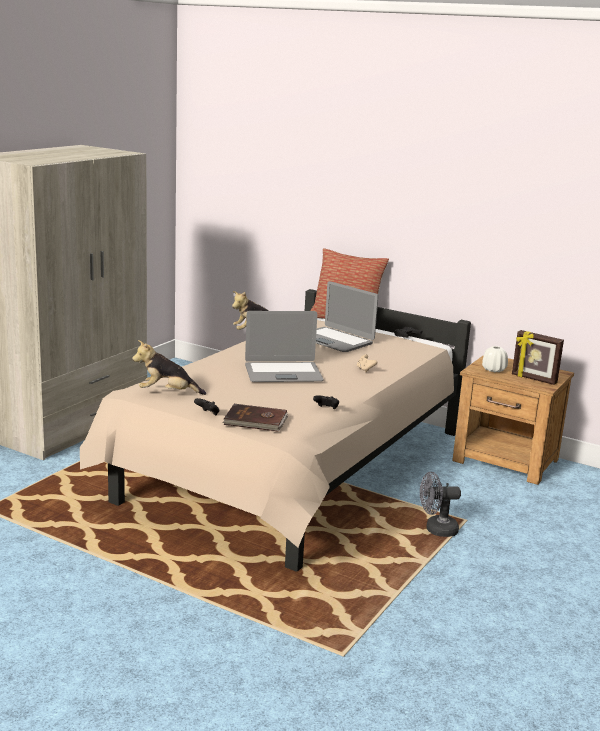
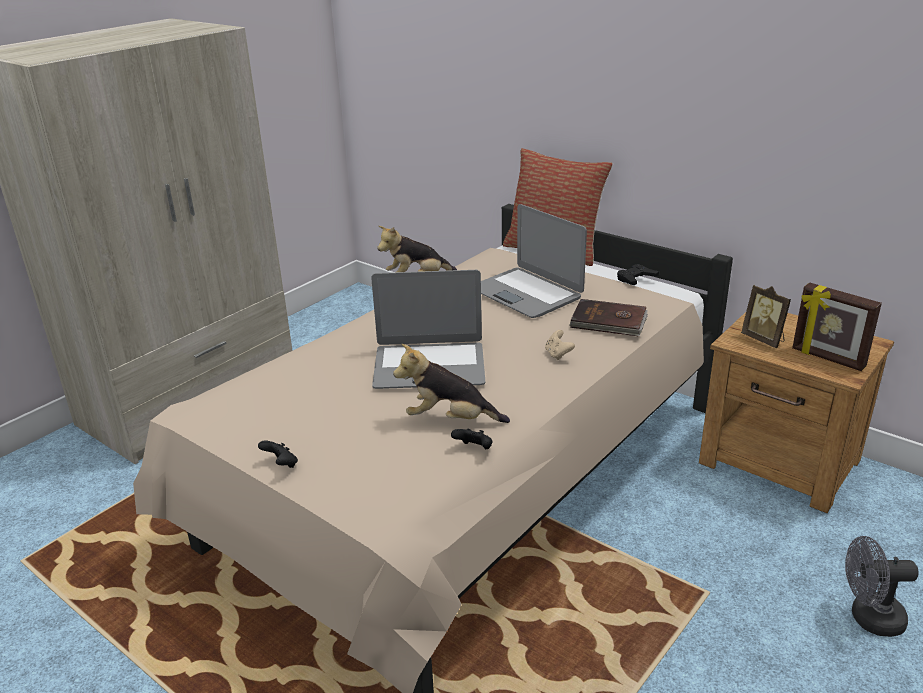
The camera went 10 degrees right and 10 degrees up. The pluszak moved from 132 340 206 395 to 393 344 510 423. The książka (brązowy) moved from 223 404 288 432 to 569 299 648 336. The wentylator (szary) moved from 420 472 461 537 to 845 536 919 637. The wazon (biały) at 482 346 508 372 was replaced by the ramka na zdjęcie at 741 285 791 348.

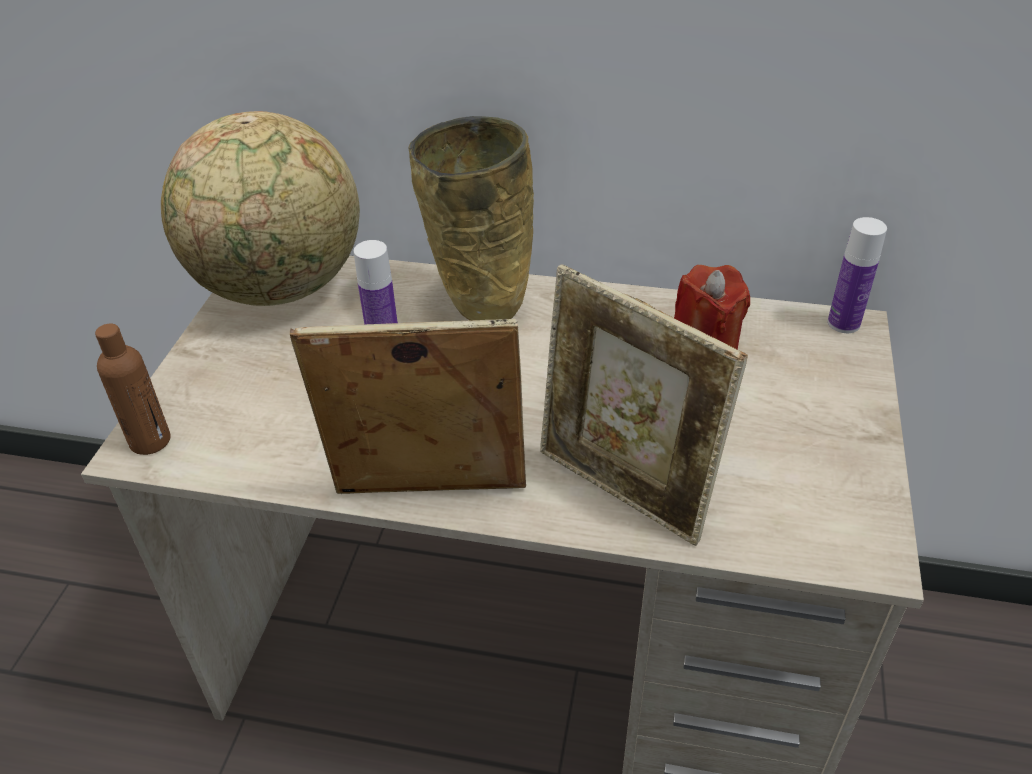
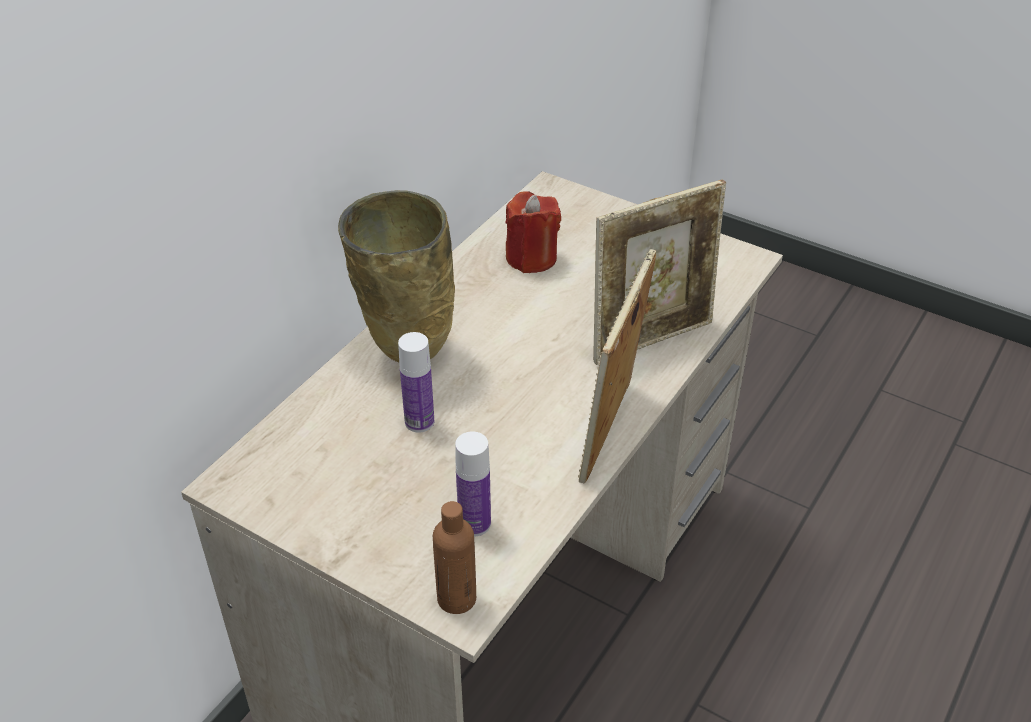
The camera went 70 degrees left and 0 degrees up. The globus at 161 111 360 306 disappeared. The butelka moved from 828 217 887 333 to 455 432 491 536.

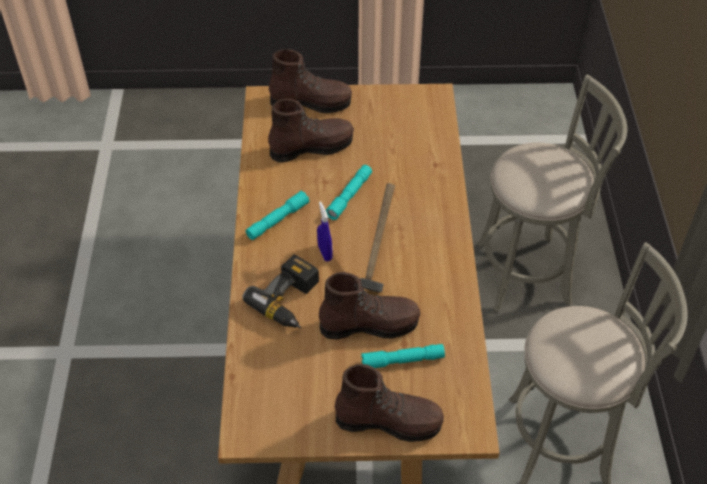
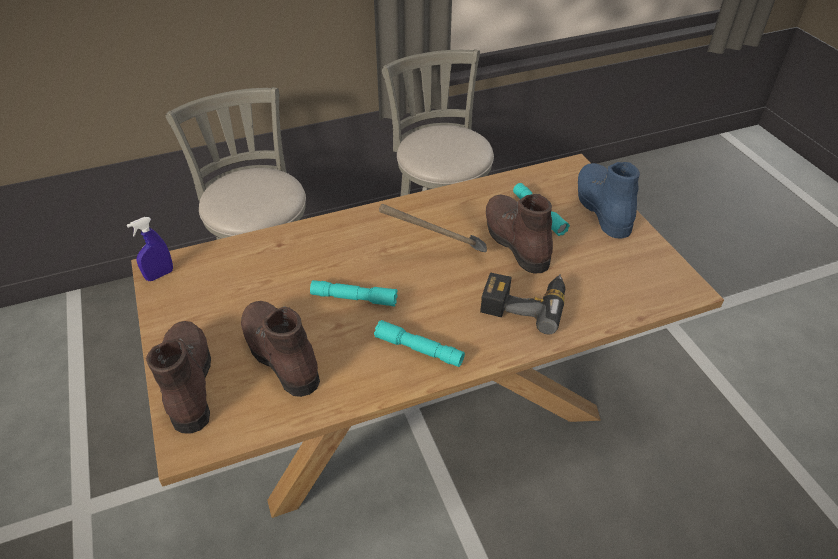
The camera went 110 degrees left and 5 degrees down. The spryskiwacz (niebieski) moved from 317 202 333 261 to 127 217 173 281. The but z cholewką (brązowy) at 335 364 444 442 became the but z cholewką (niebieski) at 578 162 640 239.

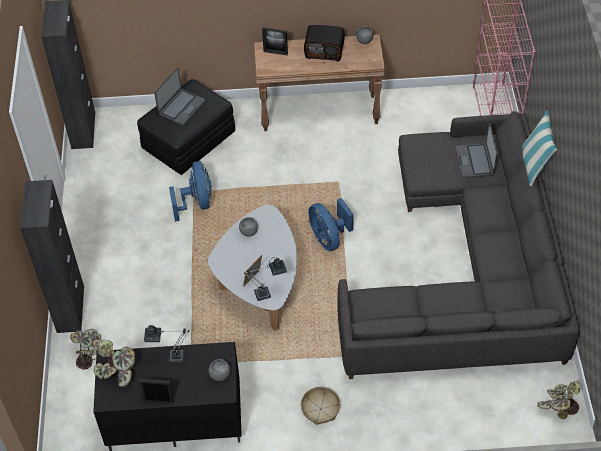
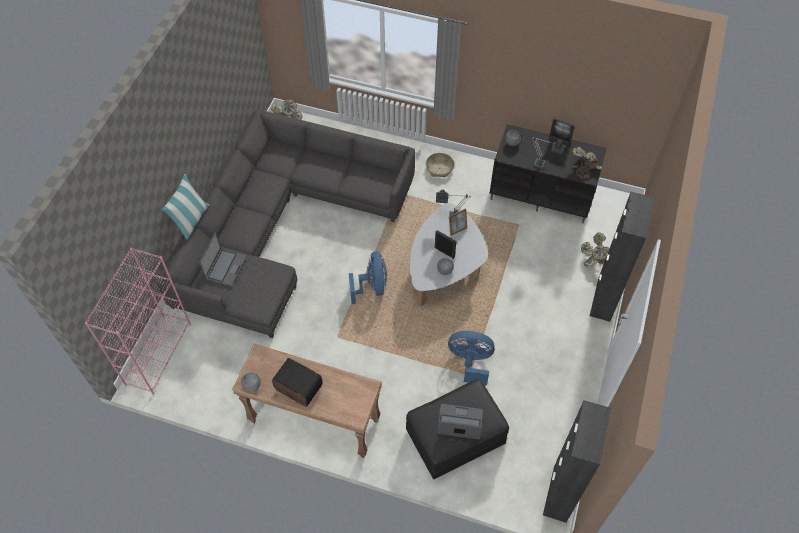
The camera went 160 degrees left and 5 degrees up. The ramka na zdjęcie moved from 262 28 288 55 to 435 230 456 259. The laptop at 154 68 205 125 turned 45 degrees clockwise. The wentylator (niebieski) at 169 161 212 222 turned 90 degrees clockwise.

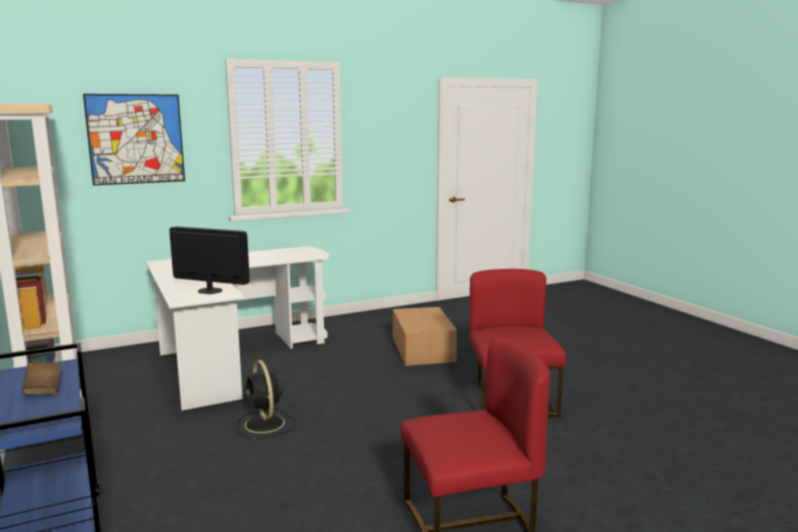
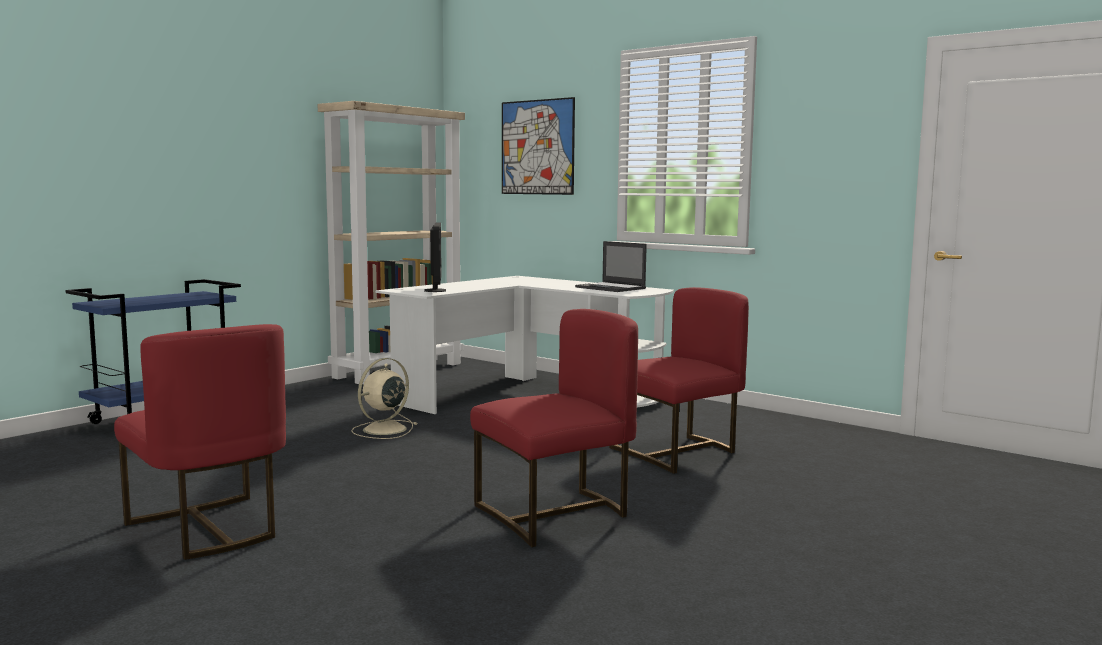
The camera went 65 degrees right and 5 degrees down. The książka (brązowy) at 22 362 61 395 disappeared. The laptop at 575 241 647 292 appeared. The karton at 393 307 457 366 was replaced by the krzesło (czerwony) at 609 287 749 474. The wentylator (czarny) at 236 360 296 439 became the wentylator (beżowy) at 351 358 418 439.

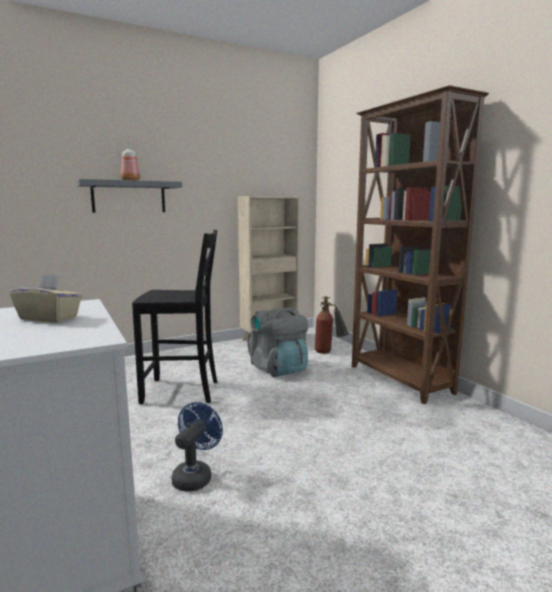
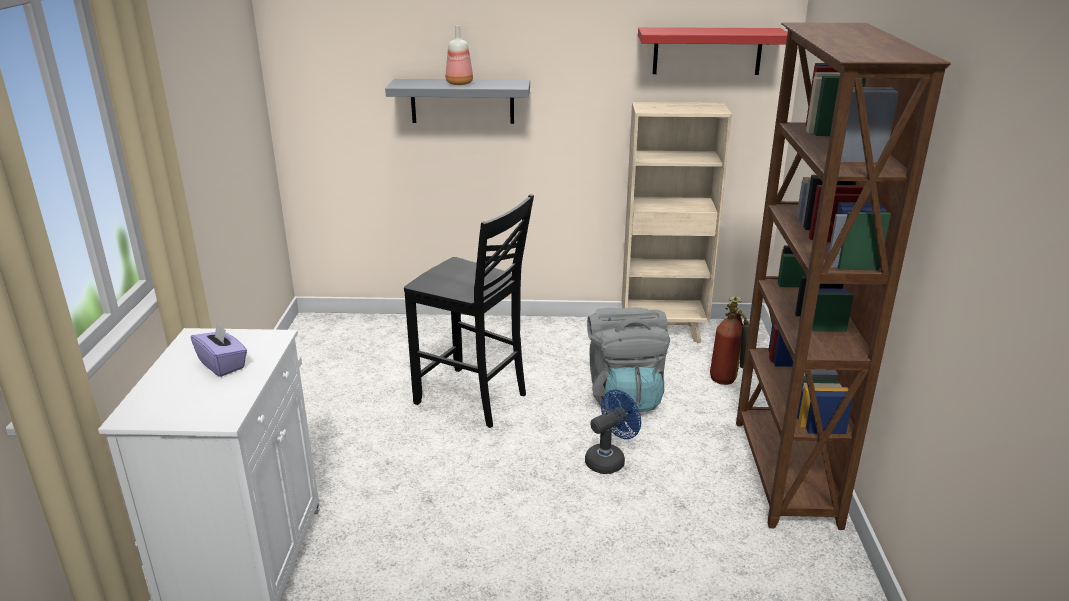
The camera went 30 degrees right and 15 degrees up. The półka (czerwony) at 638 27 788 75 appeared. The wentylator (niebieski) moved from 171 402 223 491 to 585 390 641 474. The pudełko chusteczek (beżowy) at 10 274 82 323 became the pudełko chusteczek (fioletowy) at 191 323 247 377.

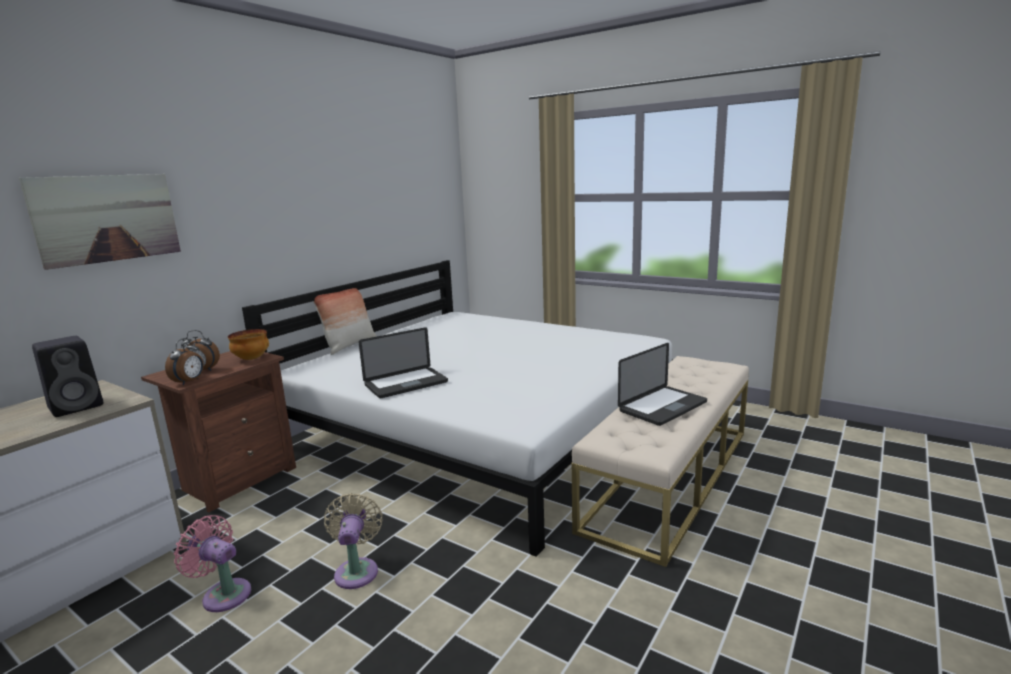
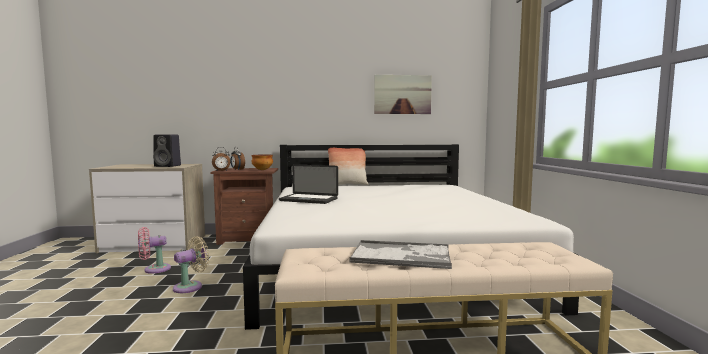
The camera went 50 degrees right and 10 degrees down. The obraz moved from 19 174 181 270 to 374 75 432 114. The laptop at 618 343 707 426 was replaced by the taca at 349 240 452 269. The wentylator (różowy) at 174 515 251 612 turned 105 degrees counterclockwise.

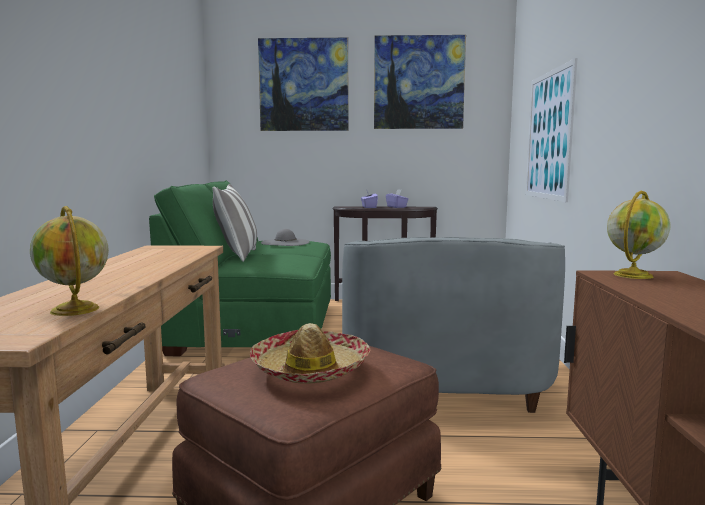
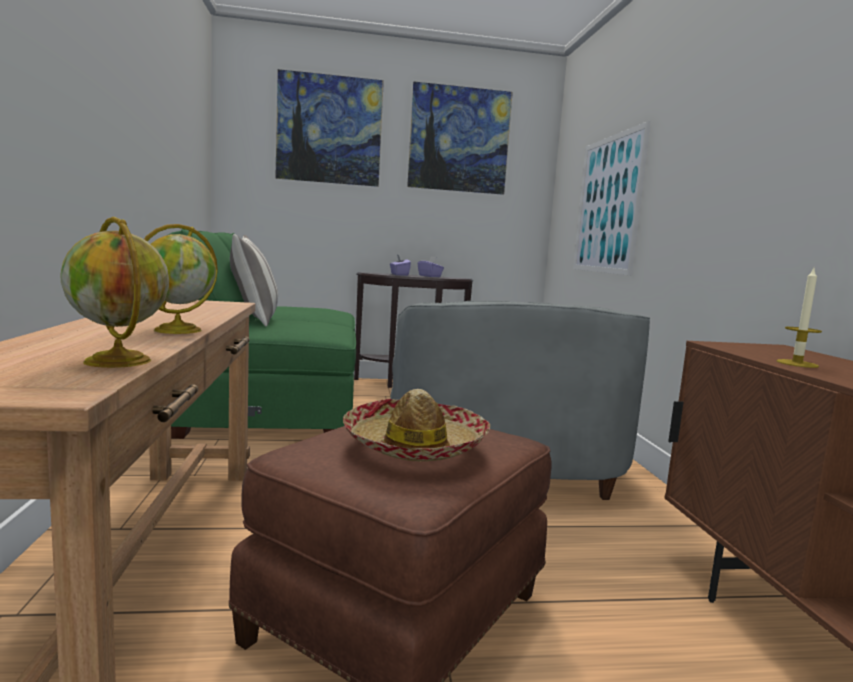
The camera went 10 degrees left and 0 degrees up. The kapelusz (szary) at 261 229 310 246 disappeared. The świeca at 776 268 822 368 appeared. The globus moved from 607 191 671 279 to 144 224 218 334.

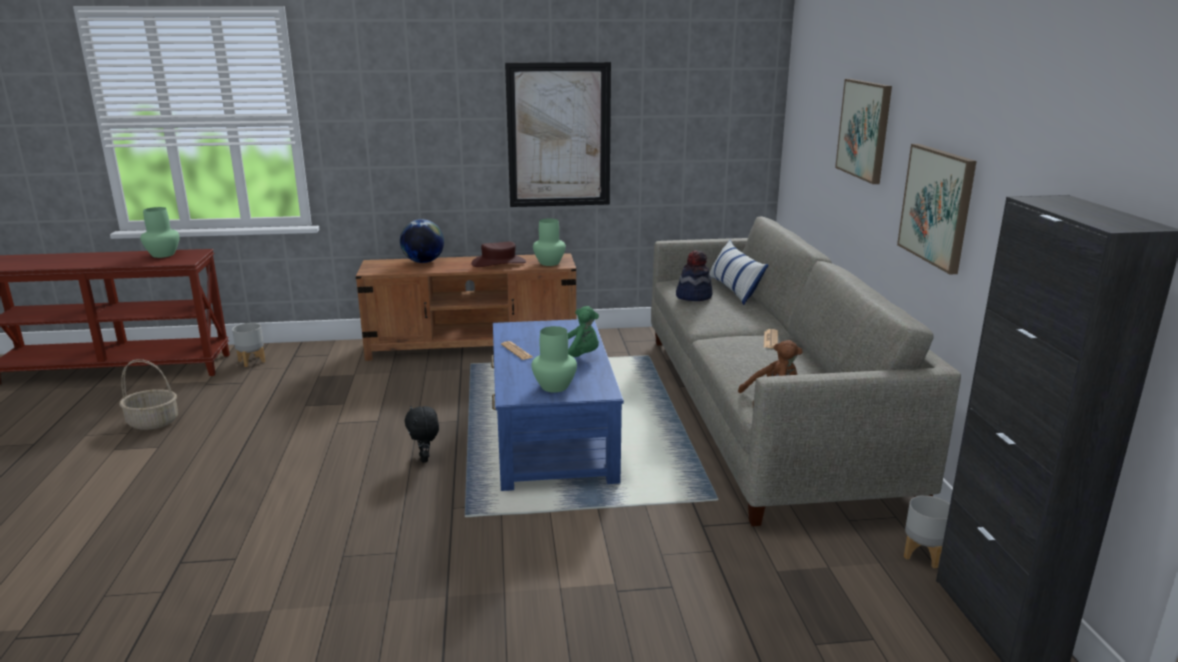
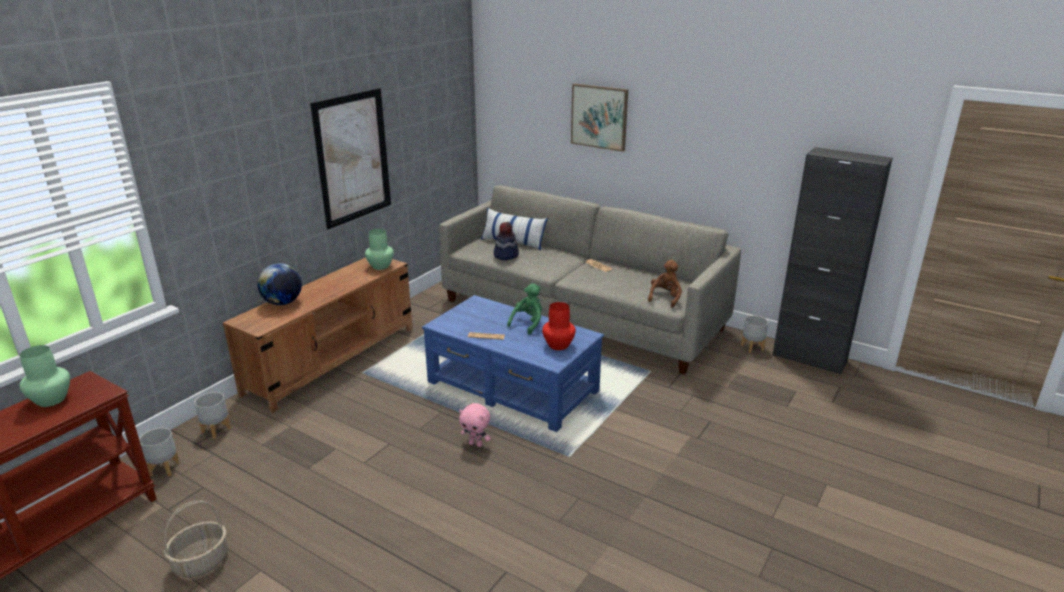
The camera went 50 degrees left and 5 degrees up. The kapelusz (brązowy) at 471 242 526 267 disappeared. The obraz at 897 144 977 274 disappeared. The donica (szary) at 194 392 231 439 appeared. The pluszak (czarny) at 405 406 439 463 became the pluszak (różowy) at 459 403 491 447. The wazon (zielony) at 532 326 577 392 became the wazon (czerwony) at 542 302 576 350.

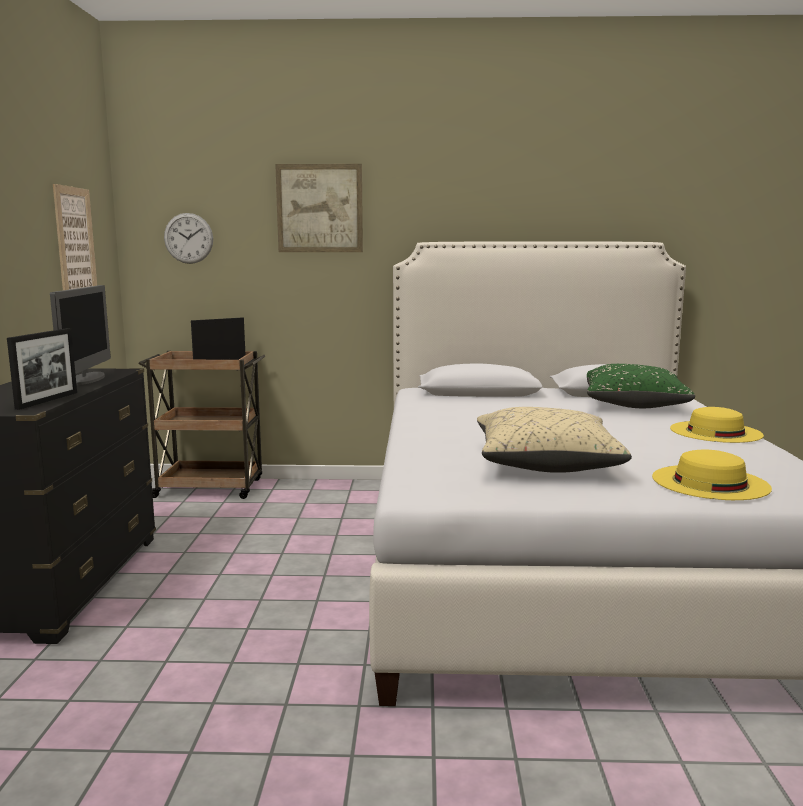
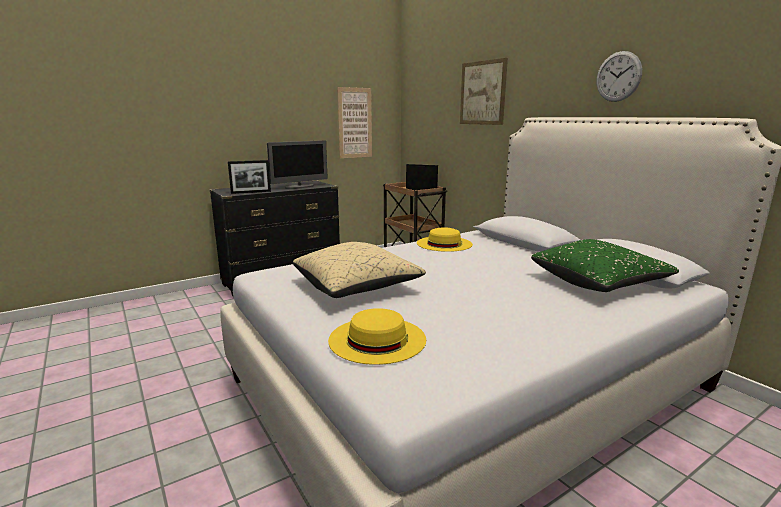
The camera went 55 degrees right and 5 degrees up. The zegar ścienny moved from 164 213 213 264 to 596 51 642 102. The kapelusz (żółty) moved from 670 407 764 443 to 417 227 473 252.

